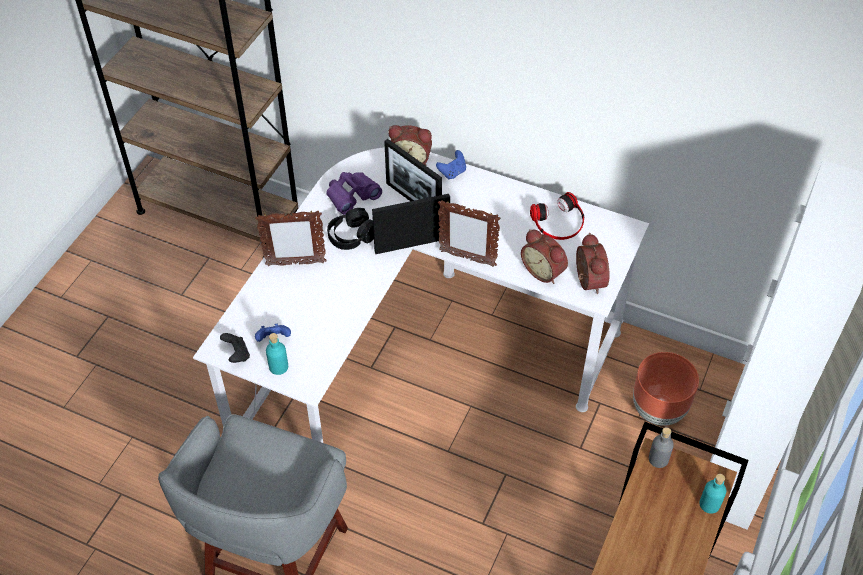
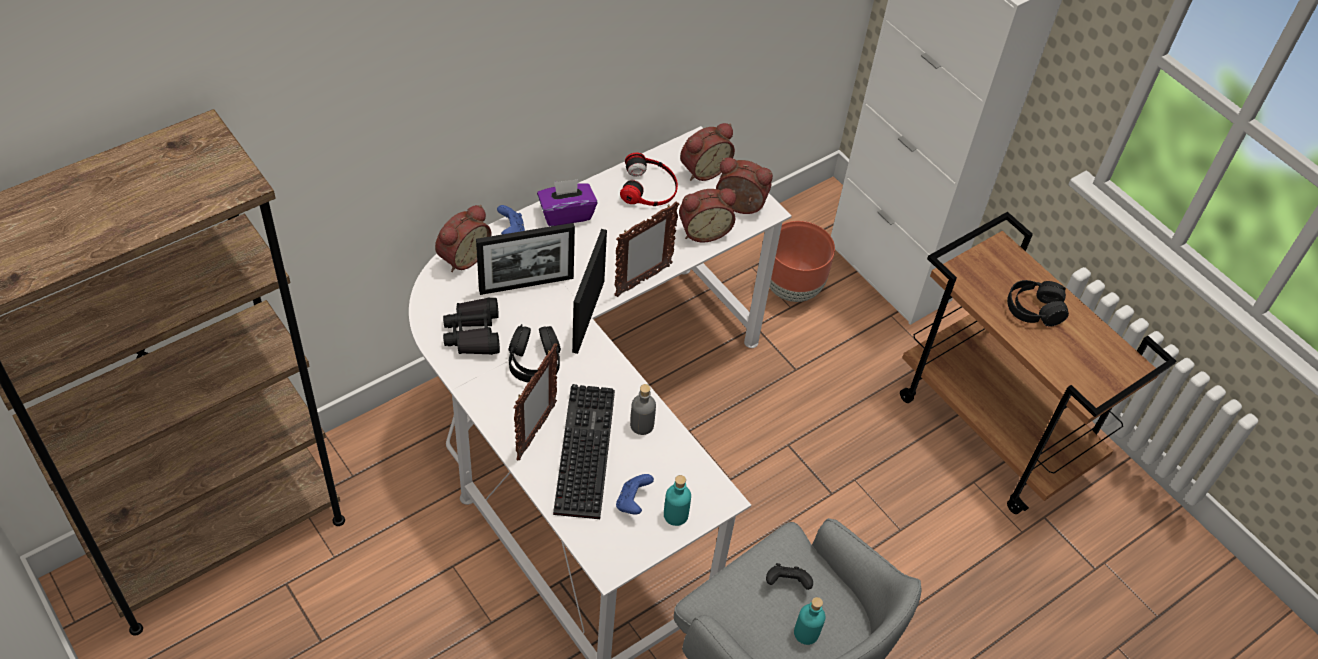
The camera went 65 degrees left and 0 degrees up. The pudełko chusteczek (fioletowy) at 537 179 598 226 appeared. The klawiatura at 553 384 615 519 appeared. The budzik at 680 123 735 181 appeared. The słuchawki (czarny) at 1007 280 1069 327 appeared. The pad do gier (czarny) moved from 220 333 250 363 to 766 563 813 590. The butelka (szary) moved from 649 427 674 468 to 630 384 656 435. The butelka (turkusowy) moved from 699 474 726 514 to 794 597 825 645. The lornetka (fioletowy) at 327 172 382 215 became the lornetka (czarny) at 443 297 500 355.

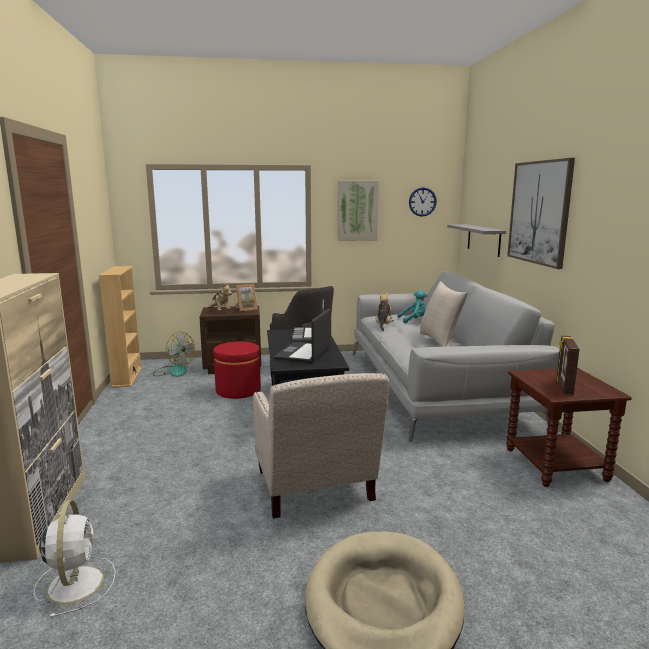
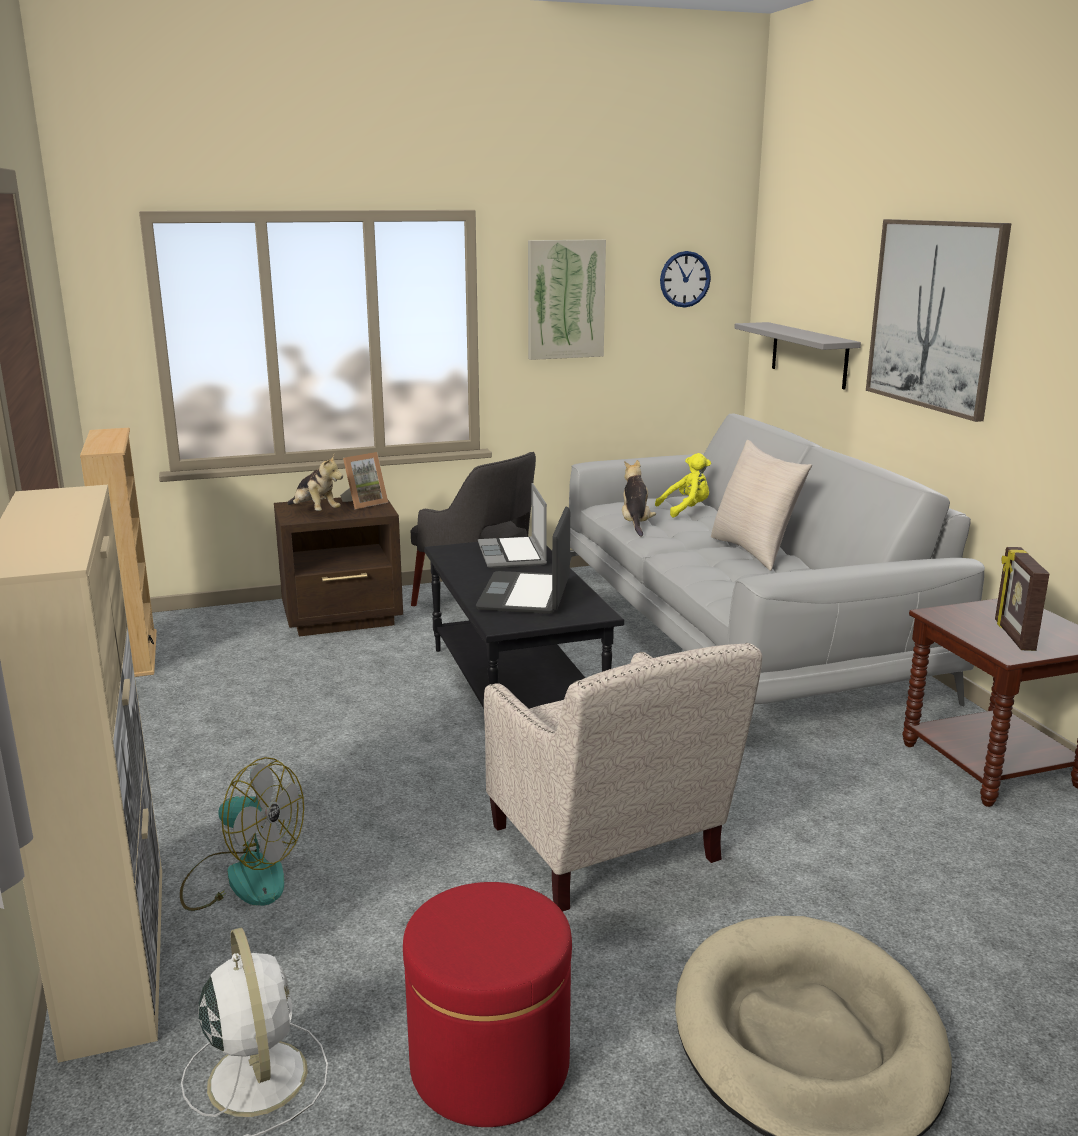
The camera went 10 degrees left and 5 degrees up. The wentylator moved from 153 332 195 377 to 180 757 304 911. The pufa (czerwony) moved from 213 341 261 399 to 403 882 572 1127. The pluszak (turkusowy) at 398 290 428 323 became the pluszak (żółty) at 655 453 711 518.

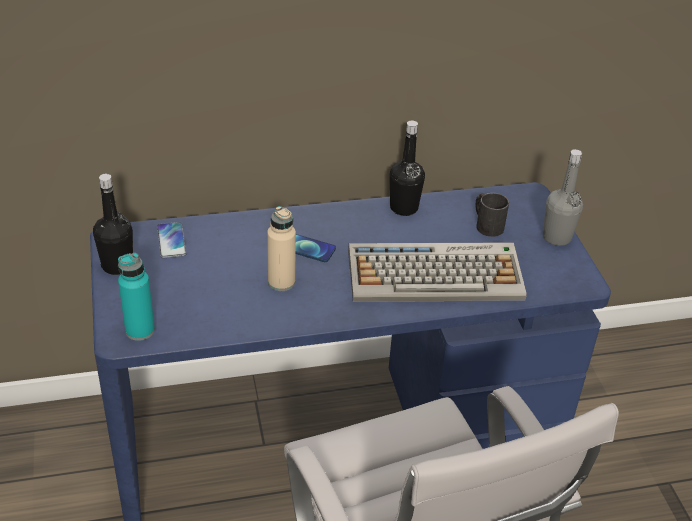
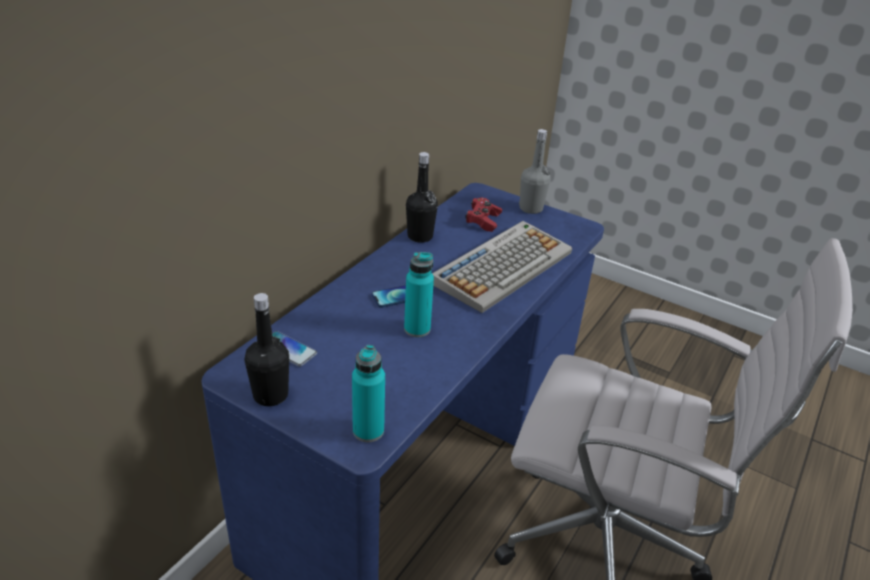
The camera went 45 degrees left and 5 degrees down. The kubek (czarny) at 475 193 509 237 was replaced by the pad do gier (czerwony) at 466 198 502 232. The butelka (beżowy) at 267 206 296 291 became the butelka (turkusowy) at 404 252 434 337.

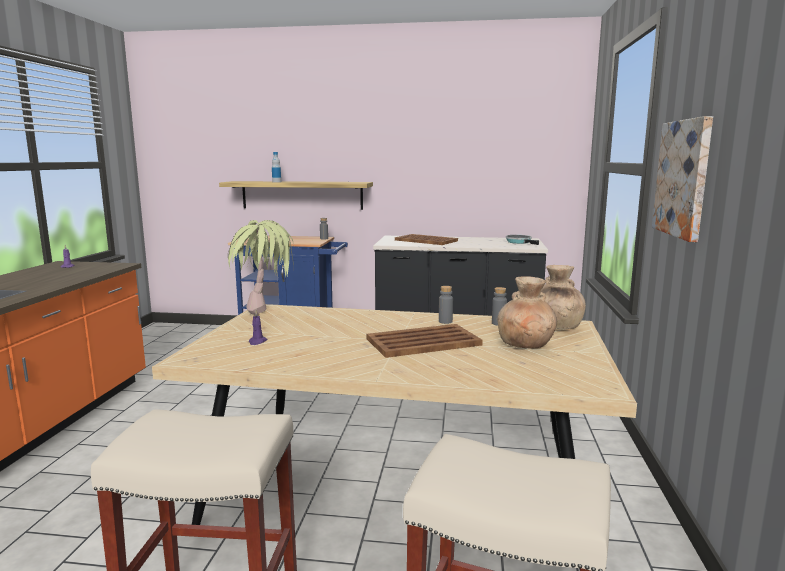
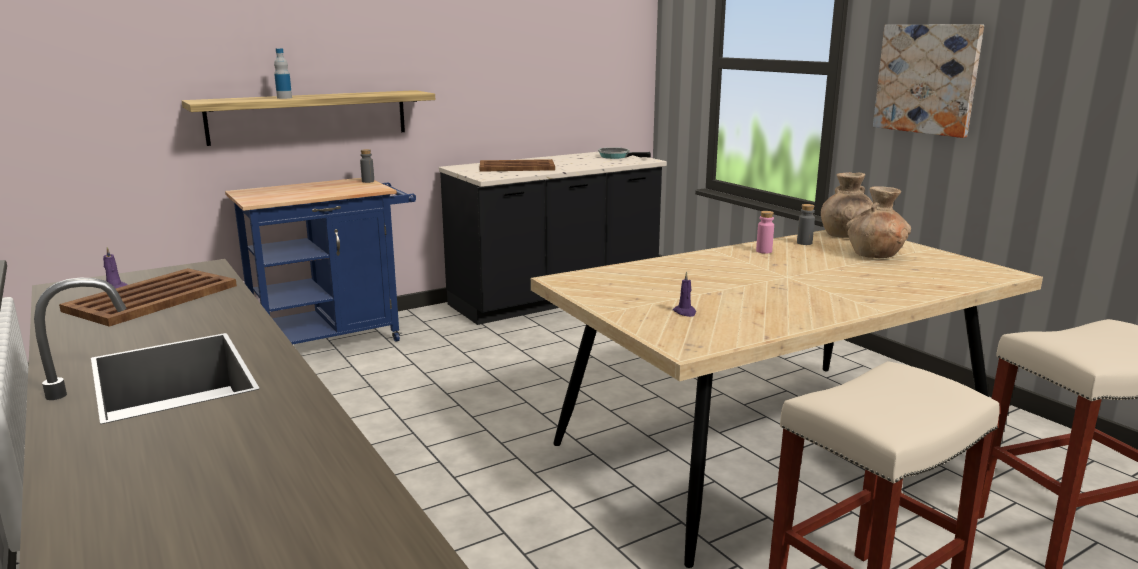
The camera went 40 degrees left and 5 degrees up. The roślina doniczkowa at 228 220 294 315 disappeared. The taca (brązowy) moved from 367 324 483 358 to 59 268 237 327. The butelka (szary) at 439 286 453 324 became the butelka (różowy) at 756 211 774 254.

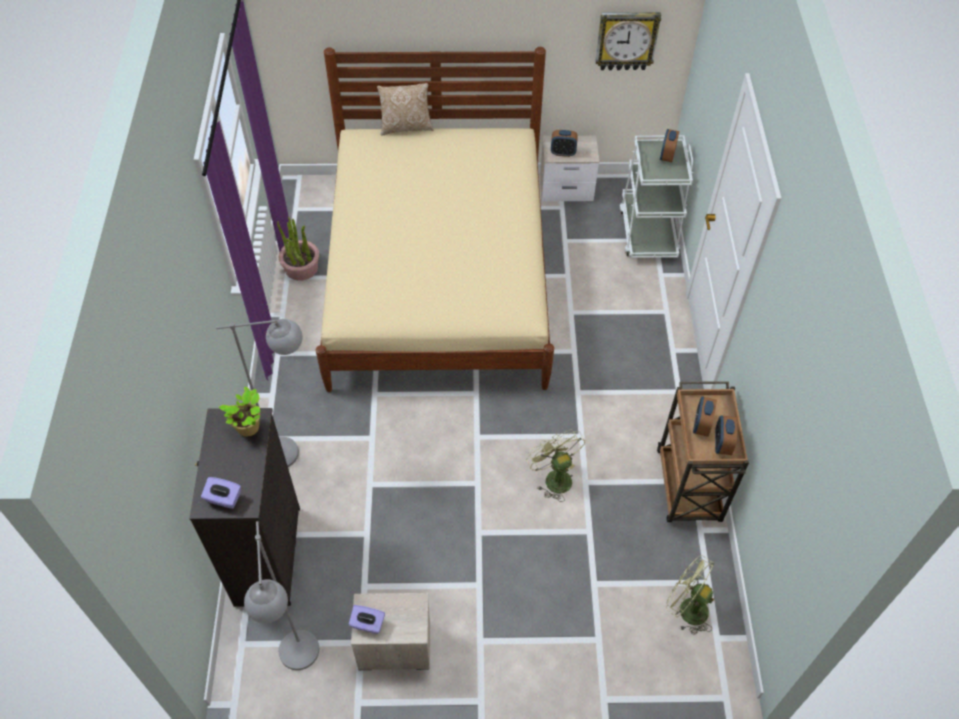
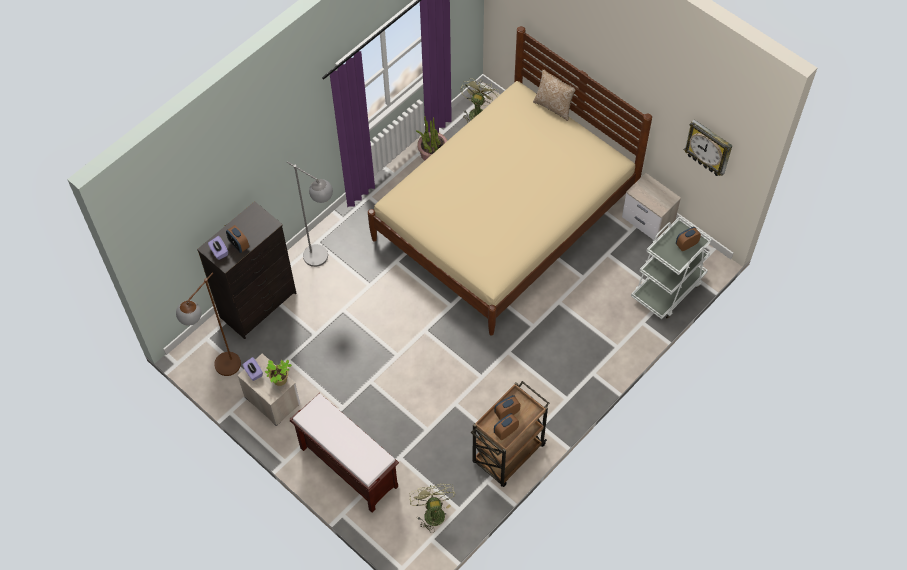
The camera went 45 degrees right and 5 degrees up. The ławka (brązowy) at 290 393 399 512 appeared. The roślina doniczkowa moved from 219 386 260 437 to 265 360 292 386. The wentylator (zielony) moved from 526 429 585 502 to 461 78 499 123. The budzik moved from 551 130 578 157 to 226 225 249 253. The lampa stojąca (szary) at 244 521 319 670 became the lampa stojąca (brązowy) at 176 273 241 376.

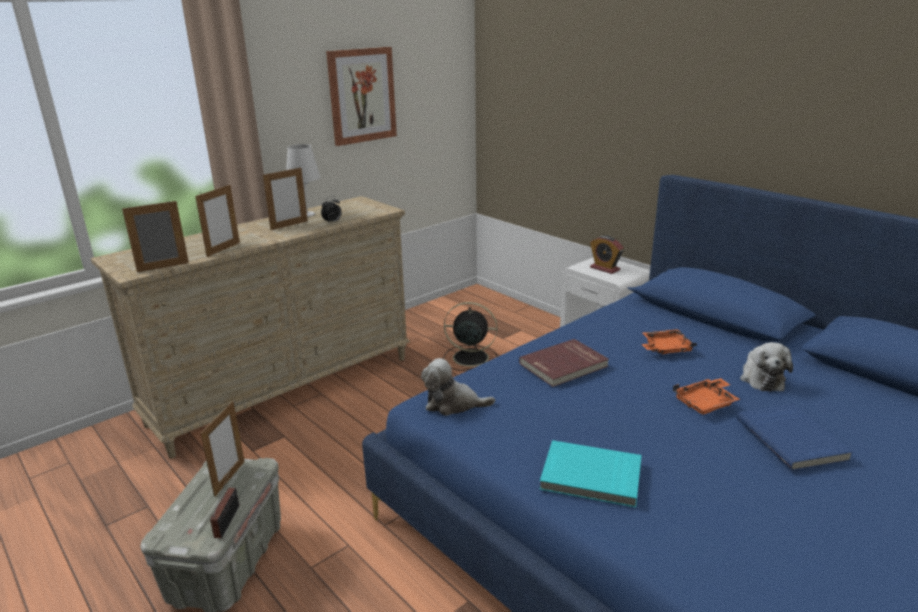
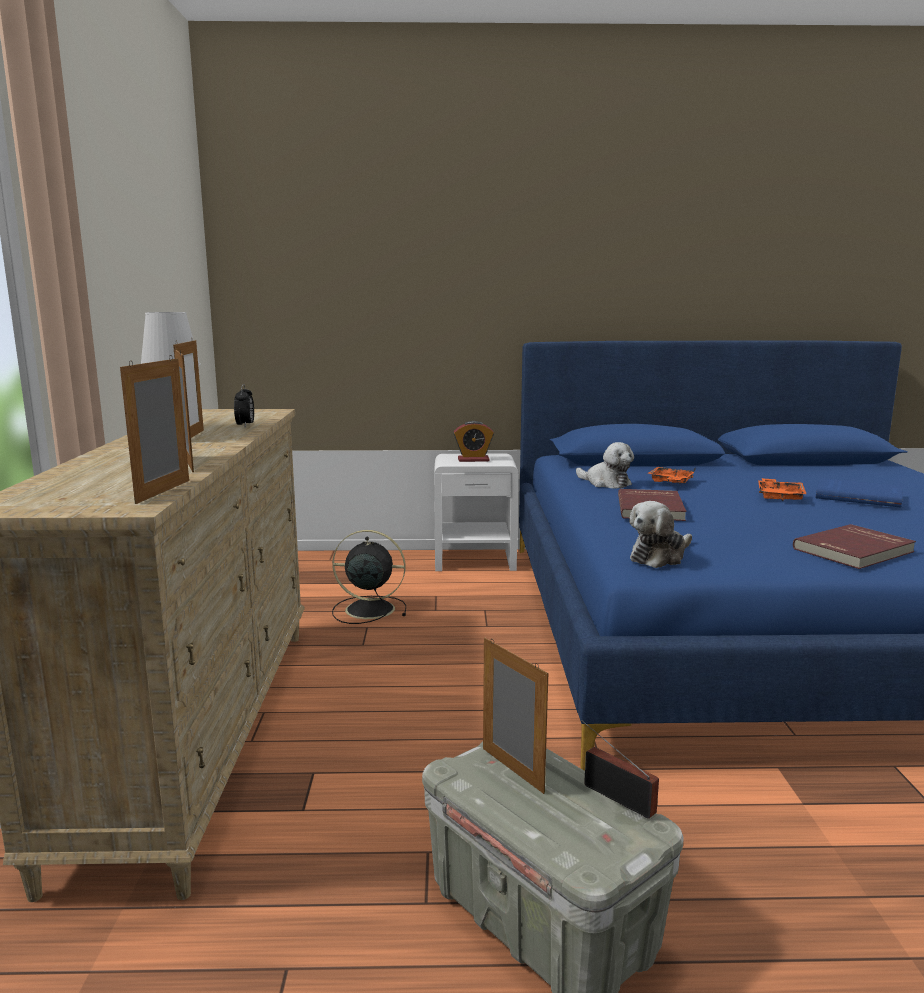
The camera went 50 degrees left and 10 degrees down. The obraz at 326 47 397 146 disappeared. The pluszak moved from 740 342 793 391 to 576 442 634 489. The książka (turkusowy) at 540 440 642 507 became the książka (czerwony) at 793 524 916 569. The wentylator (czarny) at 443 302 498 371 turned 45 degrees clockwise.

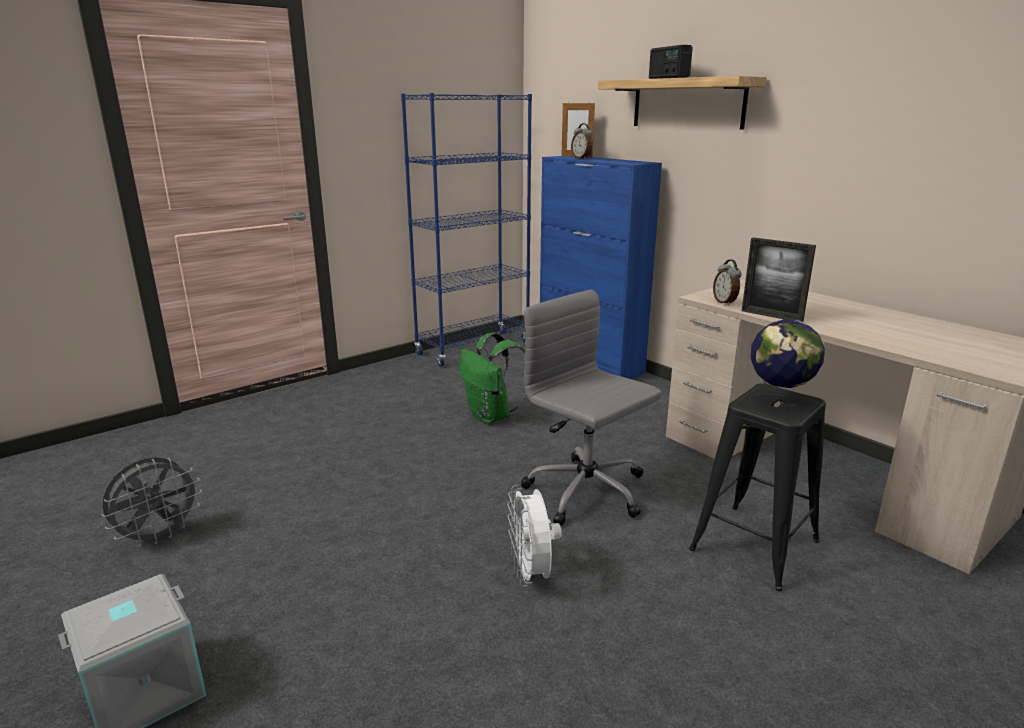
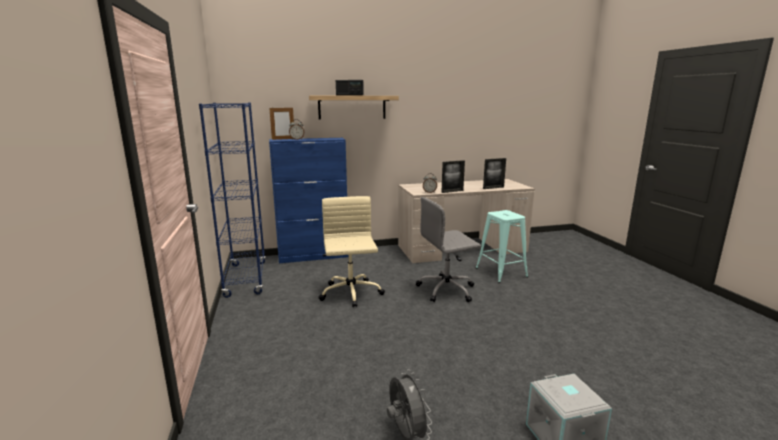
The camera went 65 degrees left and 5 degrees down. The wentylator (biały) at 507 485 562 587 disappeared. The globus at 749 319 825 406 disappeared. The ramka na zdjęcie at 483 158 506 189 appeared. The plecak (zielony) at 459 333 527 424 was replaced by the krzesło biurowe (beżowy) at 318 196 385 307. The stołek (czarny) at 689 384 826 591 became the stołek (turkusowy) at 476 210 528 283.

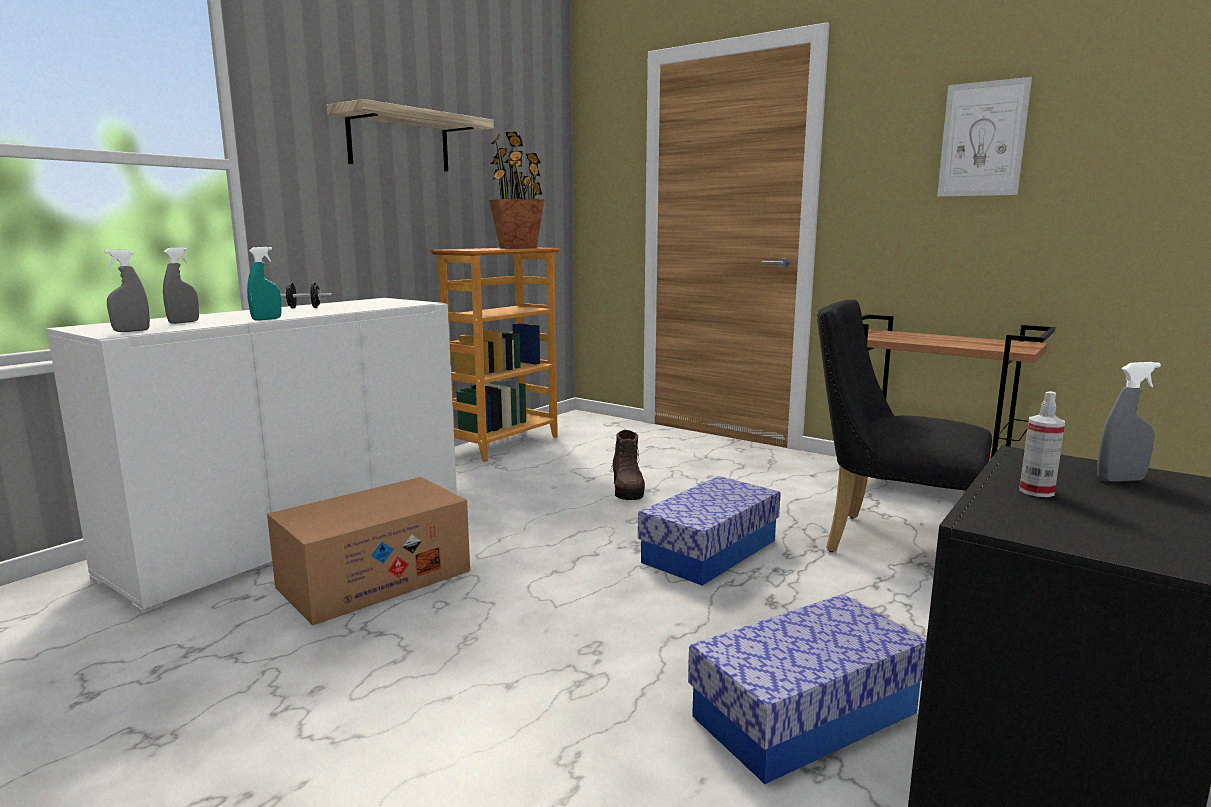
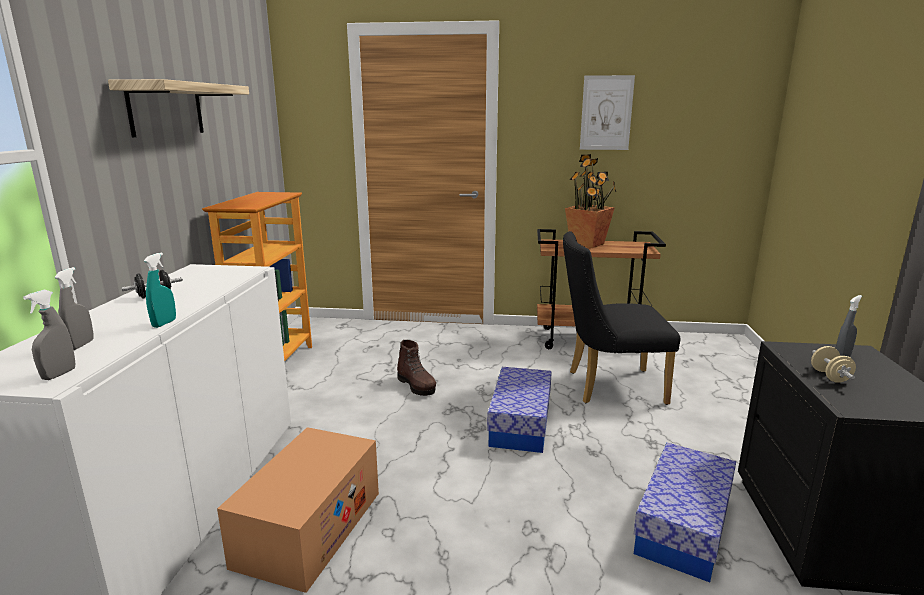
The camera went 30 degrees left and 5 degrees up. The roślina doniczkowa moved from 490 132 545 248 to 565 154 616 248. The spryskiwacz at 1019 391 1065 497 was replaced by the hantel (beżowy) at 811 346 856 383.

